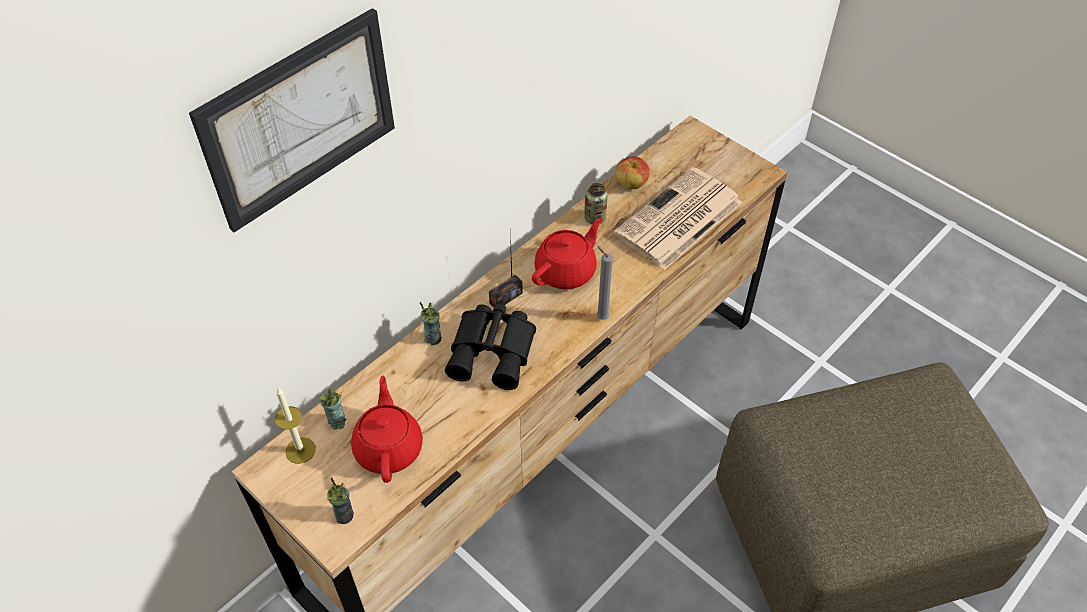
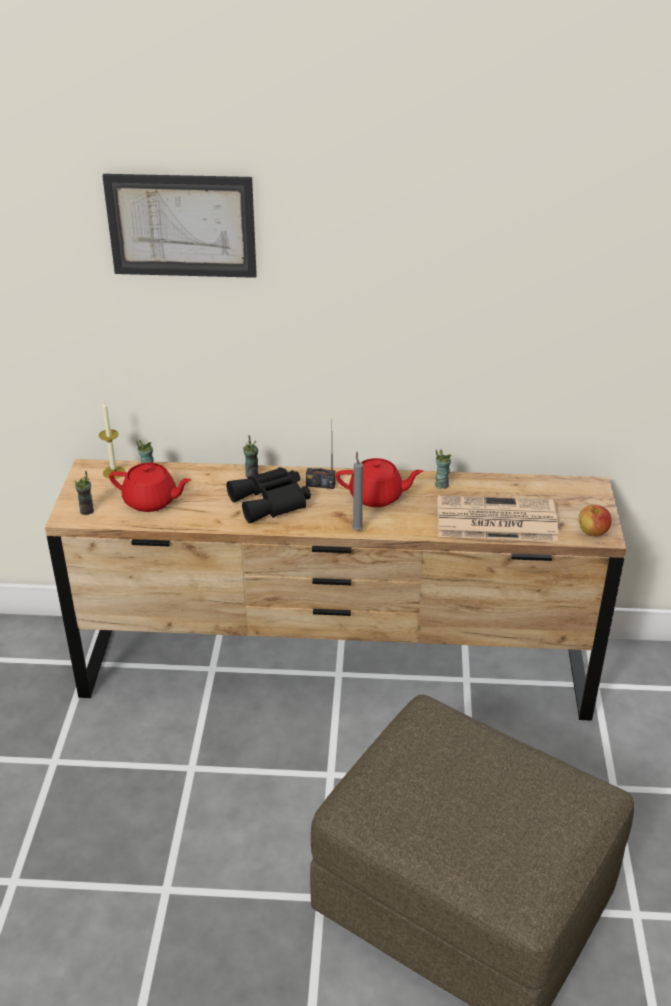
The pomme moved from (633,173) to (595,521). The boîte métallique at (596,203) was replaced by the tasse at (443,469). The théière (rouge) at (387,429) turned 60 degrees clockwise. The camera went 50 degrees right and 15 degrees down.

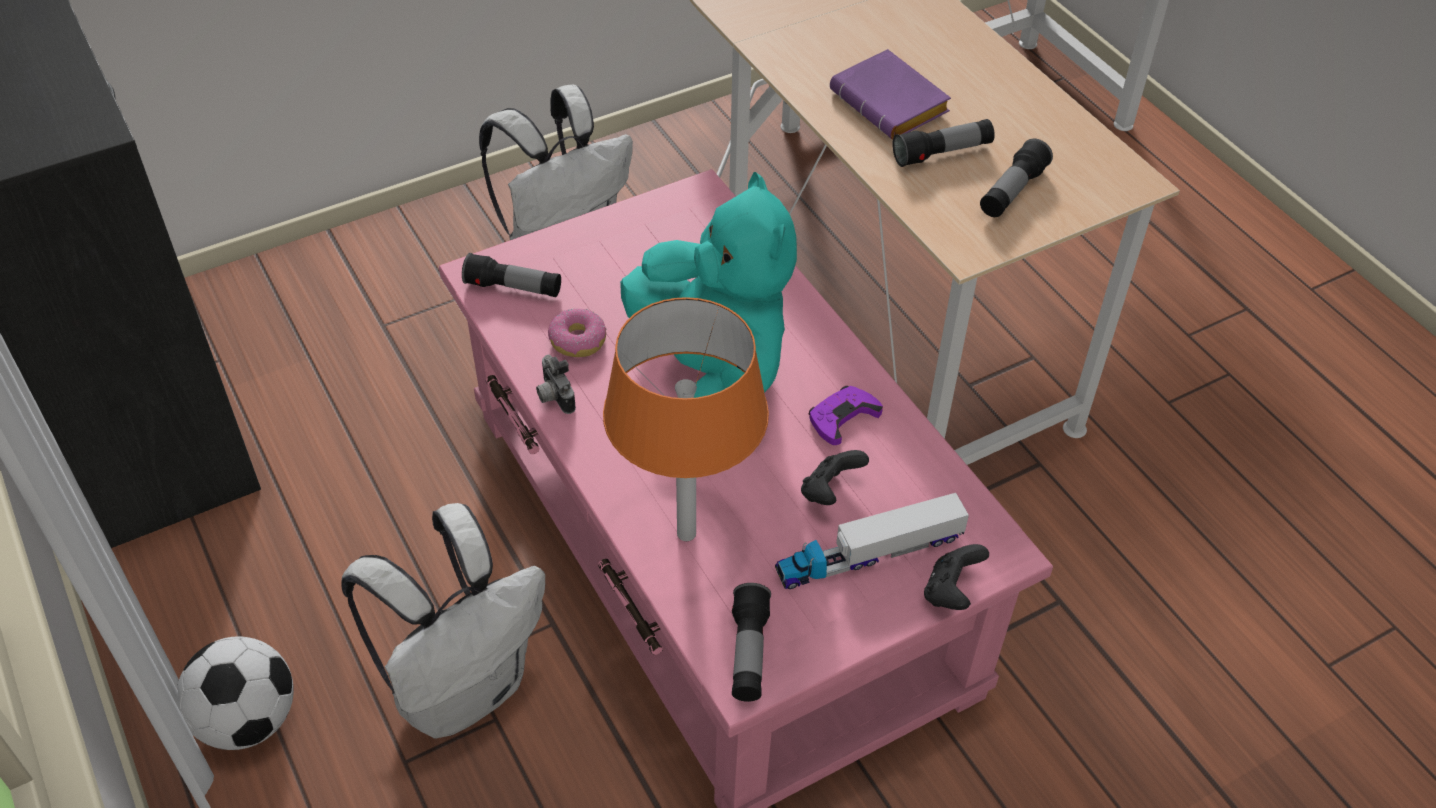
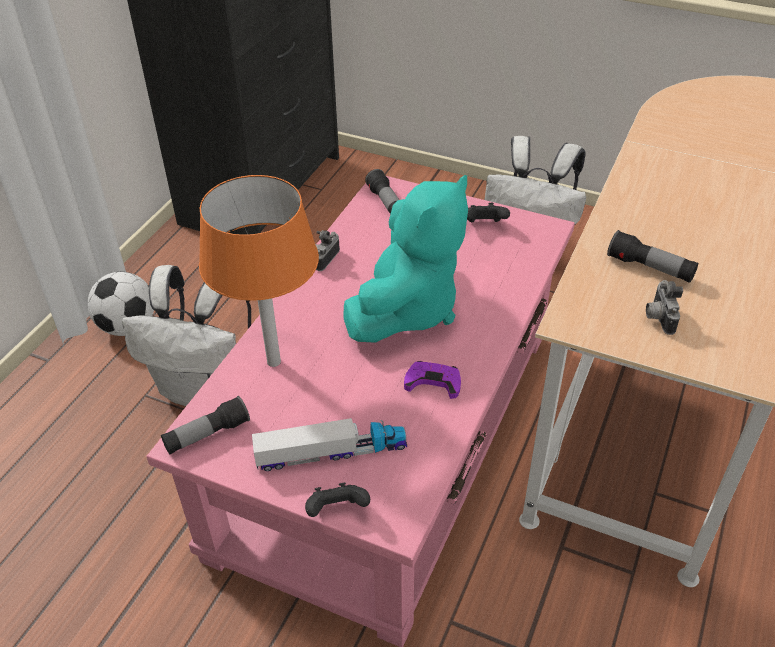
The livre (violet) at (890,94) disappeared. The lampe de poche at (1016,177) was replaced by the appareil photo at (664,307). The beignet at (577,332) disappeared. The manette (noir) moved from (835,477) to (488,212). The camion jouet at (872,541) turned 135 degrees clockwise. The camera went 55 degrees right and 5 degrees down.

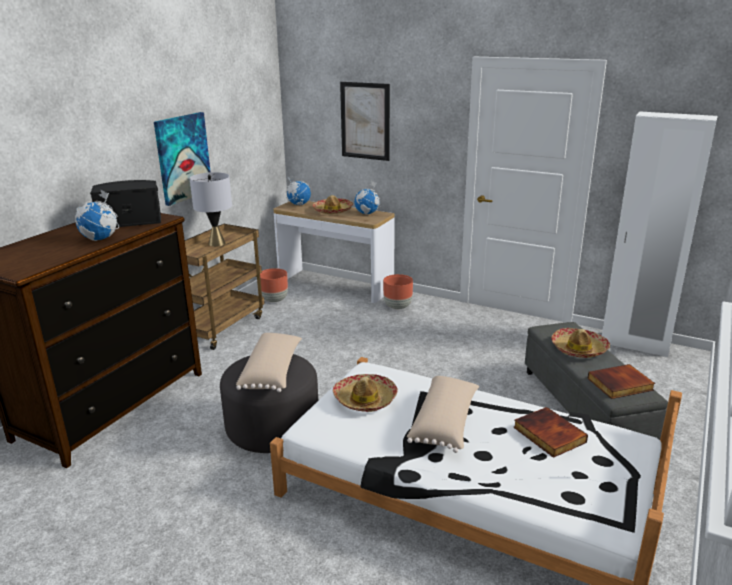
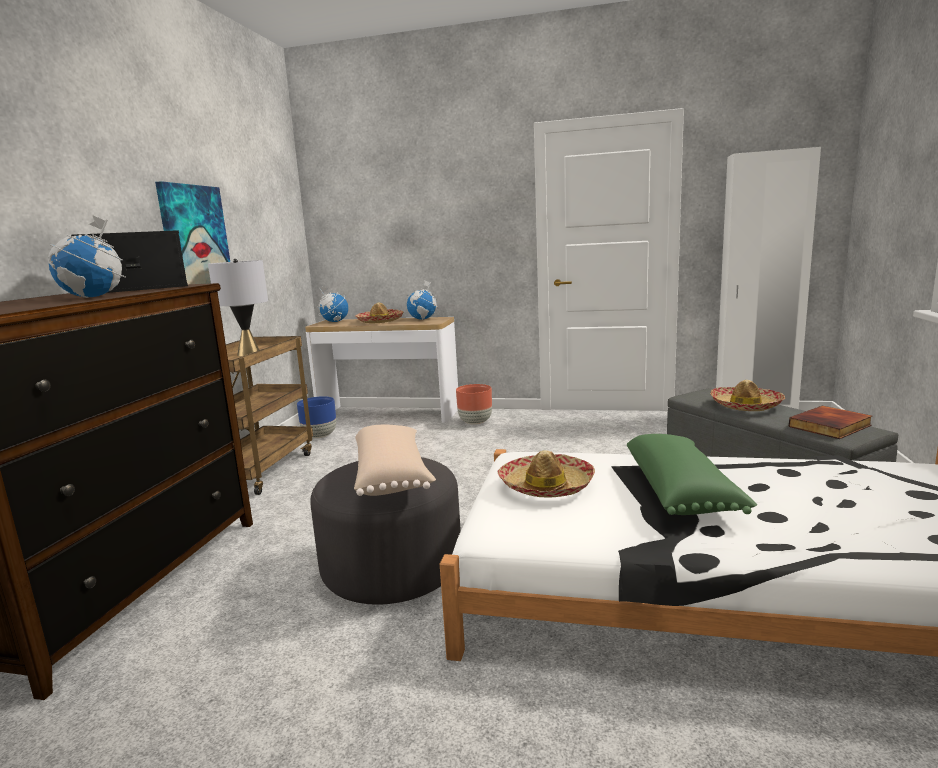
The tableau at (365,121) disappeared. The cache-pot (marron) at (274,285) became the cache-pot (bleu) at (316,417). The coussin (beige) at (443,414) became the coussin (vert) at (692,474). The livre at (550,432) disappeared. The camera went 15 degrees left and 10 degrees down.

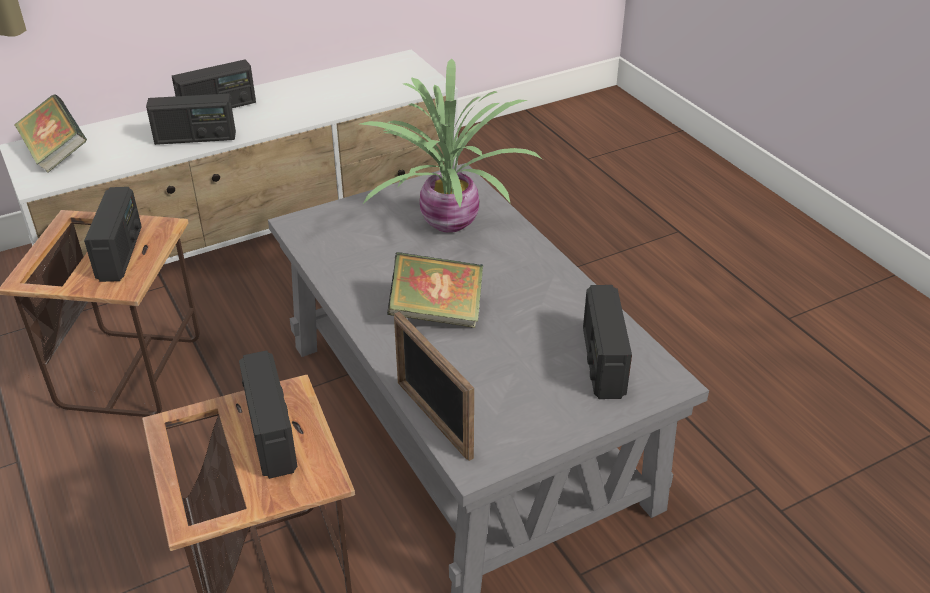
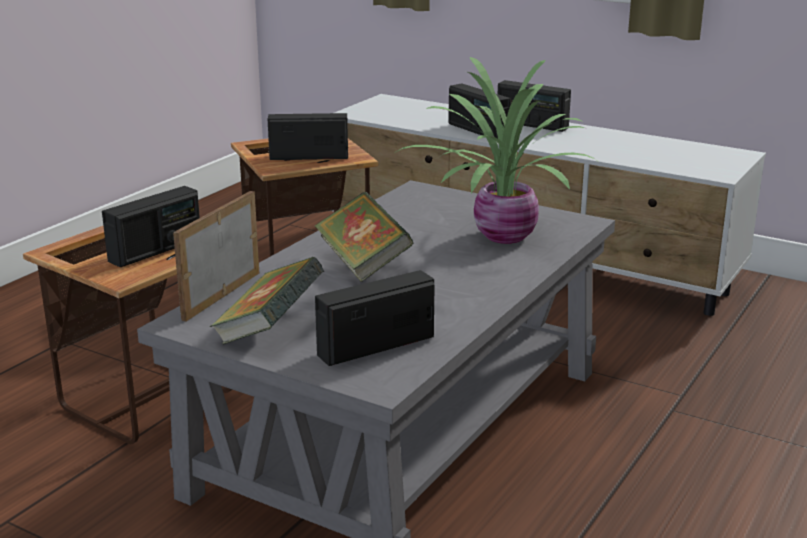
The livre moved from (50,133) to (267,300). The radio at (113,234) turned 150 degrees counterclockwise. The camera went 60 degrees right and 15 degrees down.

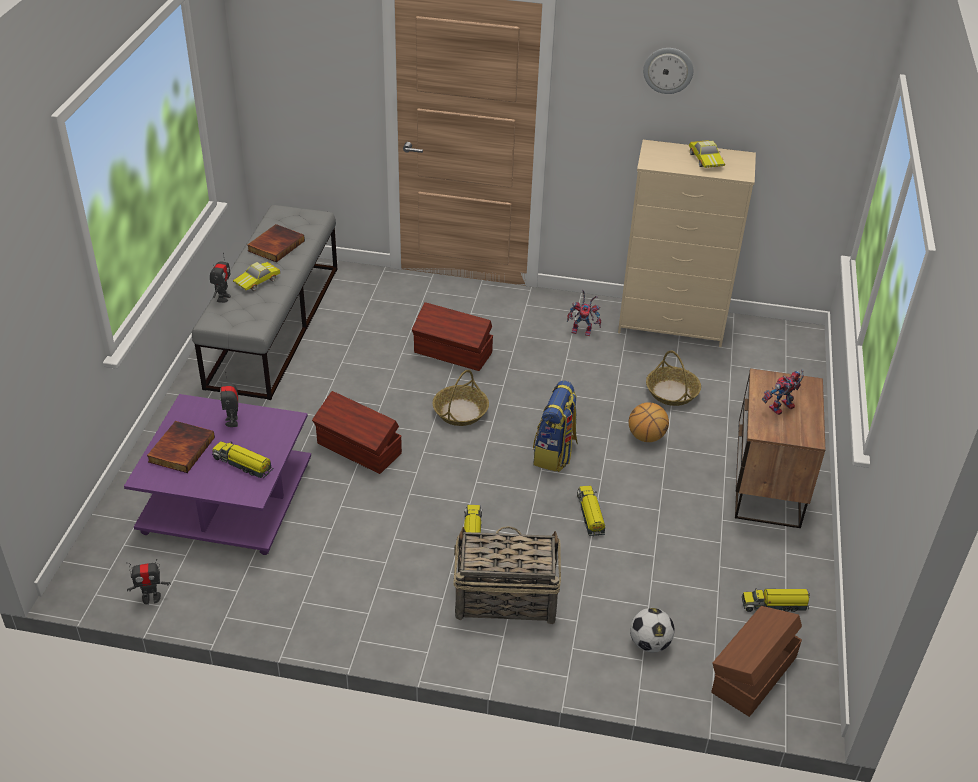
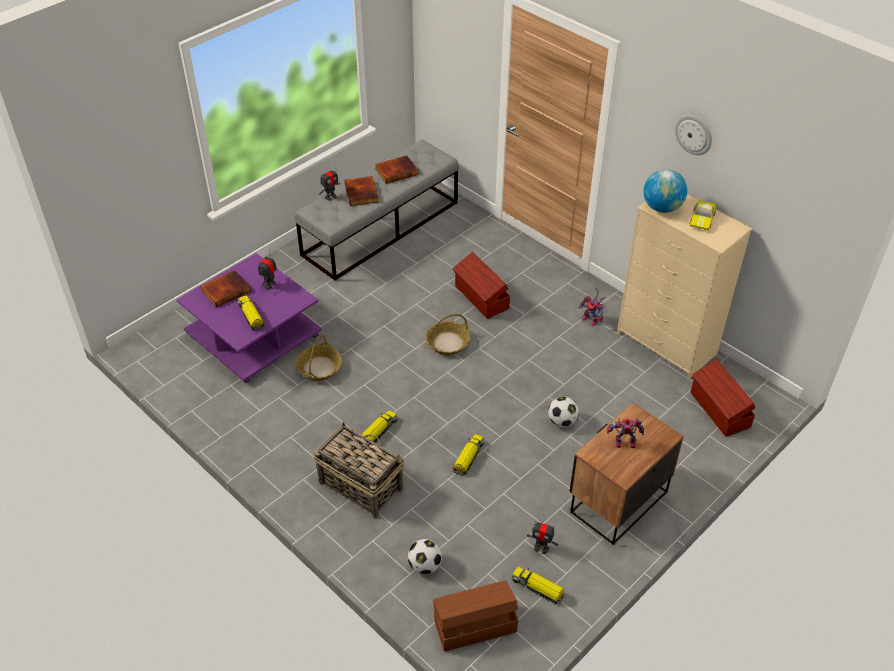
The petite voiture at (256,276) was replaced by the livre at (361,191). The panier moved from (673,378) to (319,358). The sac à dos at (555,426) disappeared. The boîte de rangement (marron) moved from (357,432) to (722,398). The ballon de basket at (649,422) was replaced by the ballon de foot at (563,411). The robot jouet moved from (149,582) to (542,536). The globe at (665,191) appeared. The camera went 35 degrees right and 5 degrees up.

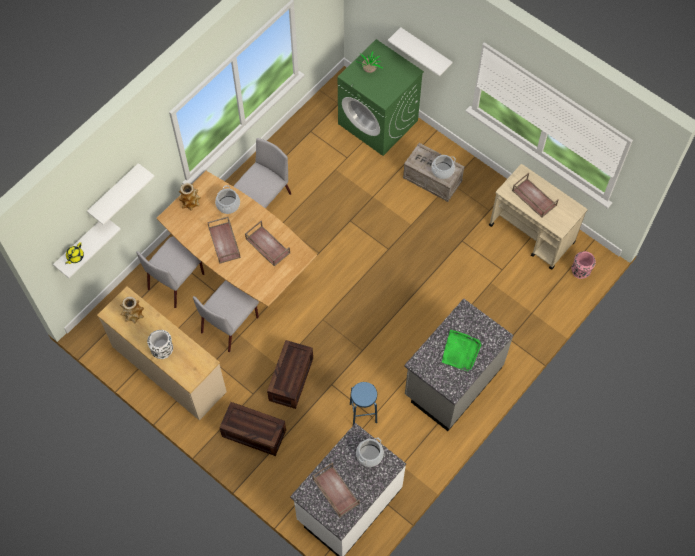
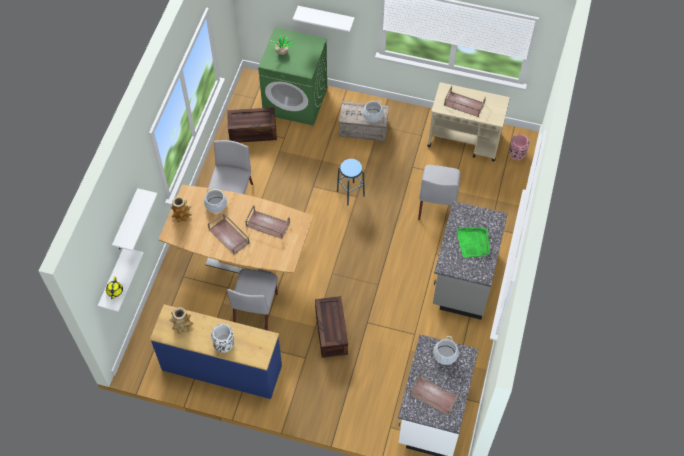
The chaise (gris) moved from (170,272) to (439,192). The commode (beige) at (162,353) became the commode (bleu) at (216,351). The tabouret (bleu) moved from (363,403) to (351,182). The caisse moved from (252,429) to (252,125). The camera went 25 degrees left and 5 degrees down.

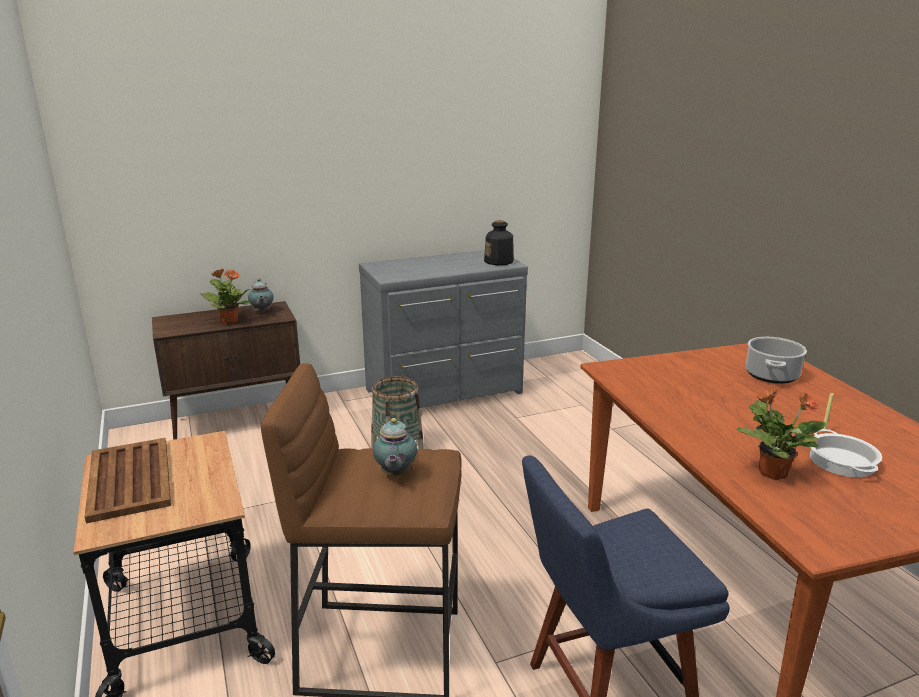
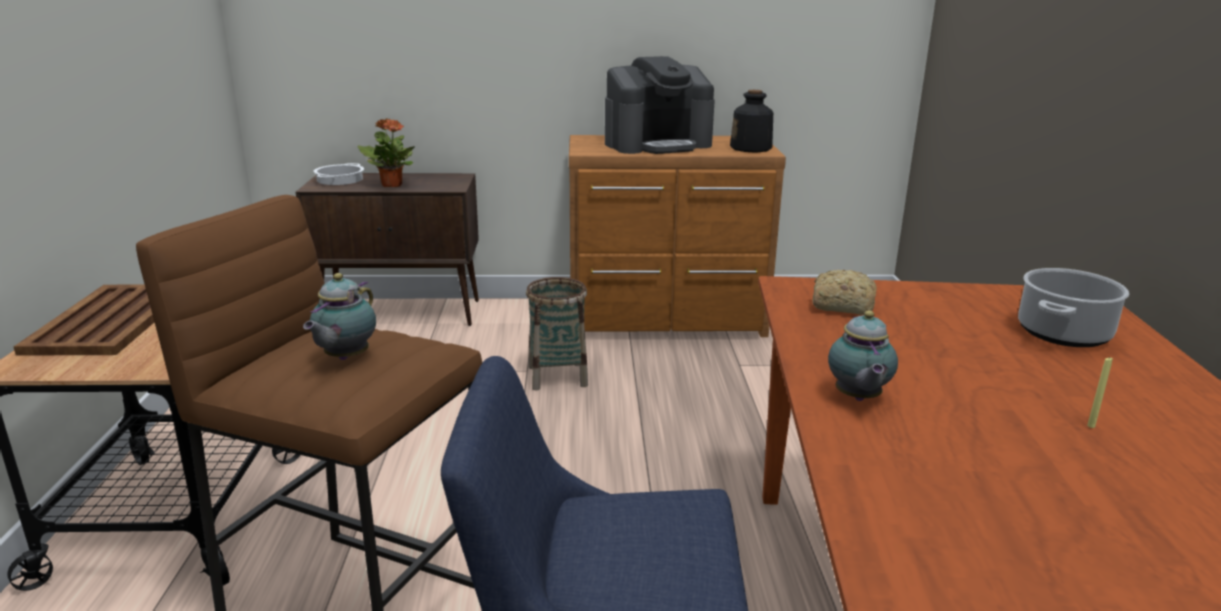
The commode (gris) at (443,329) became the commode (marron) at (677,236). The théière moved from (261,295) to (863,356). The plante en pot at (781,433) disappeared. The marmite moved from (846,453) to (338,174). The machine à café at (660,105) appeared. The pain at (845,292) appeared. The camera went 20 degrees right and 0 degrees up.

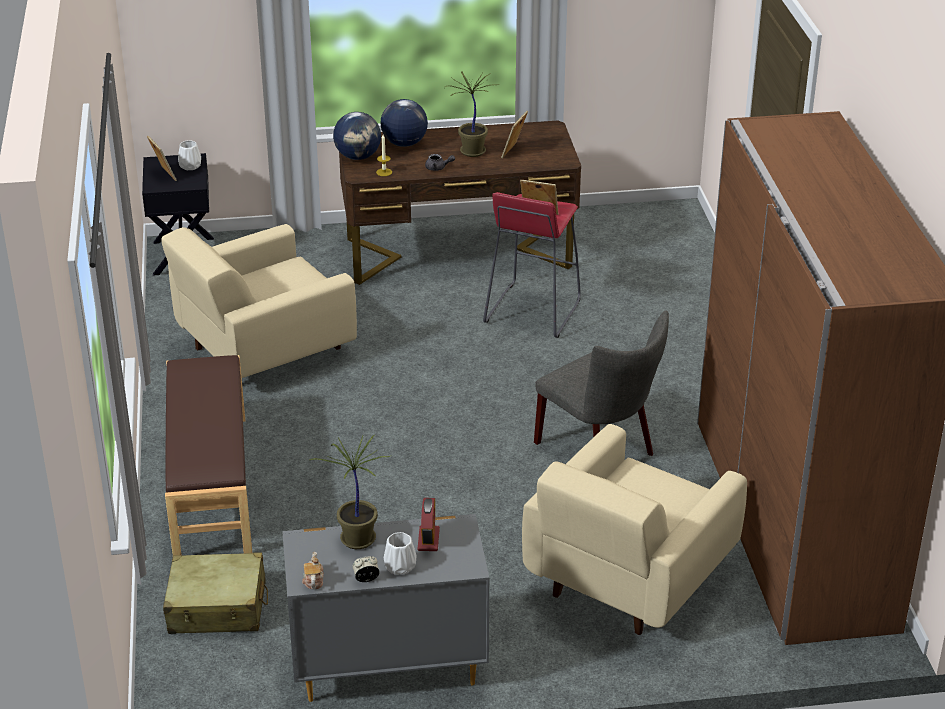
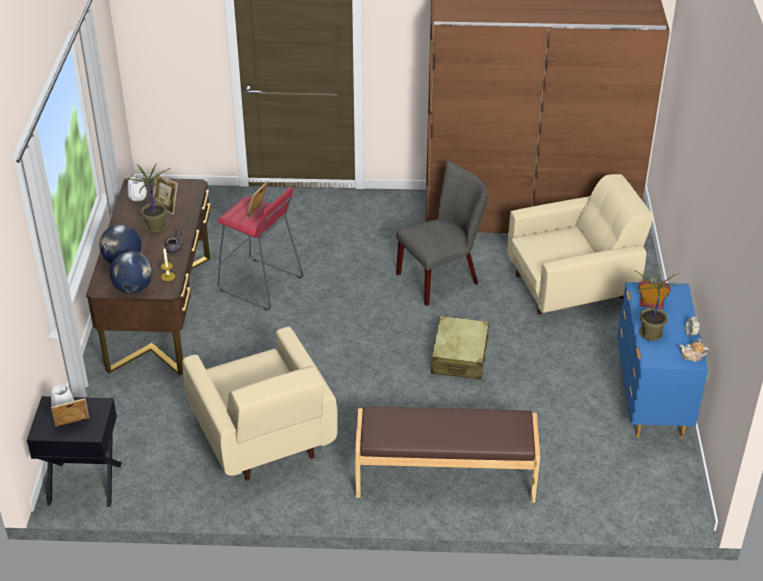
The fauteuil (beige) at (634,529) turned 60 degrees counterclockwise. The commode (gris) at (385,608) became the commode (bleu) at (662,360). The vase (blanc) moved from (400,553) to (137,189). The valise (beige) moved from (215,593) to (460,348). The camera went 80 degrees left and 5 degrees up.

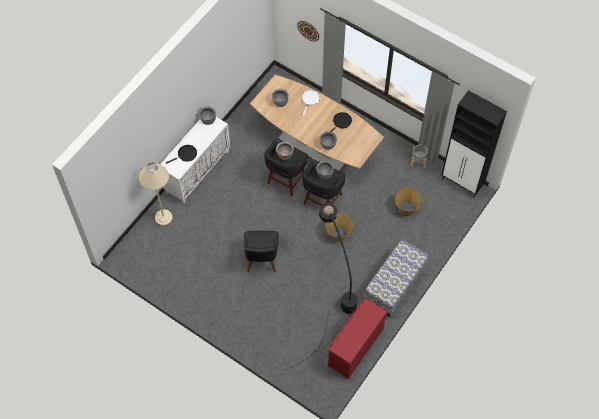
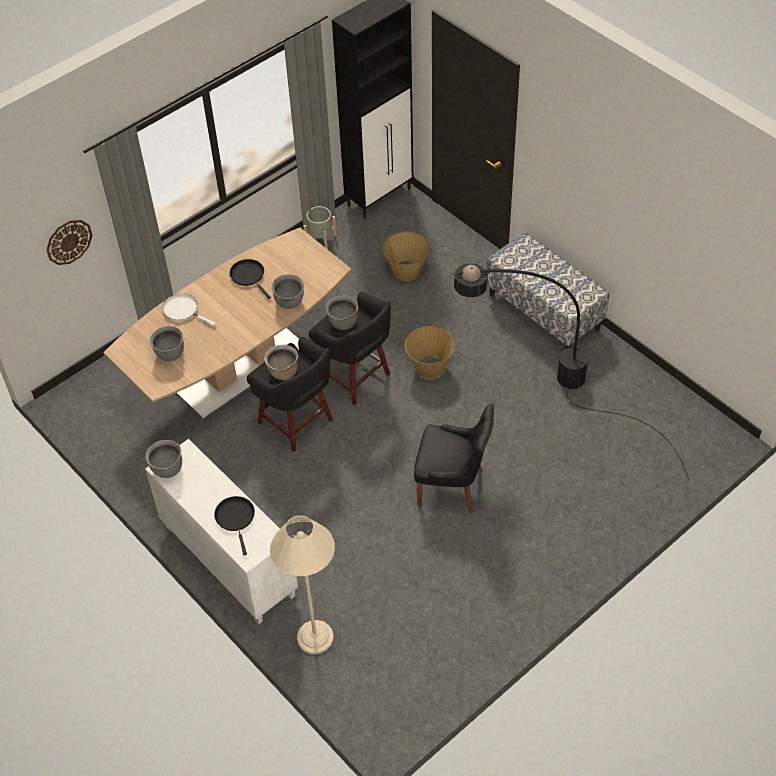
The commode (rouge) at (357,339) disappeared. The camera went 75 degrees left and 10 degrees down.

